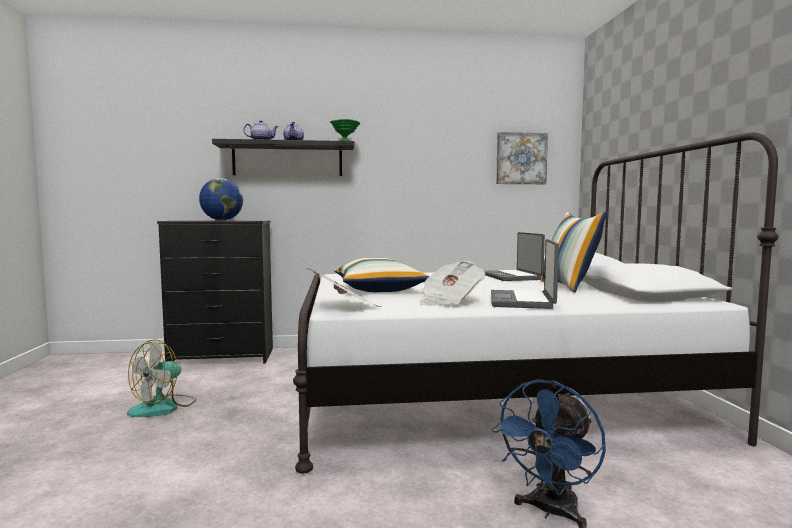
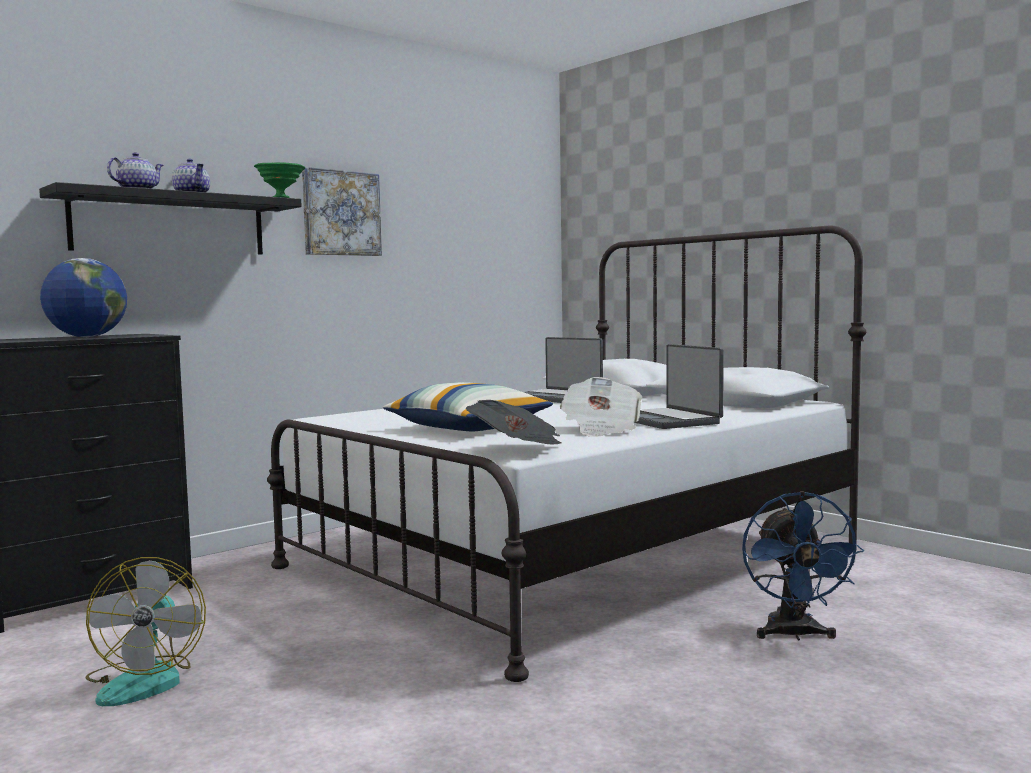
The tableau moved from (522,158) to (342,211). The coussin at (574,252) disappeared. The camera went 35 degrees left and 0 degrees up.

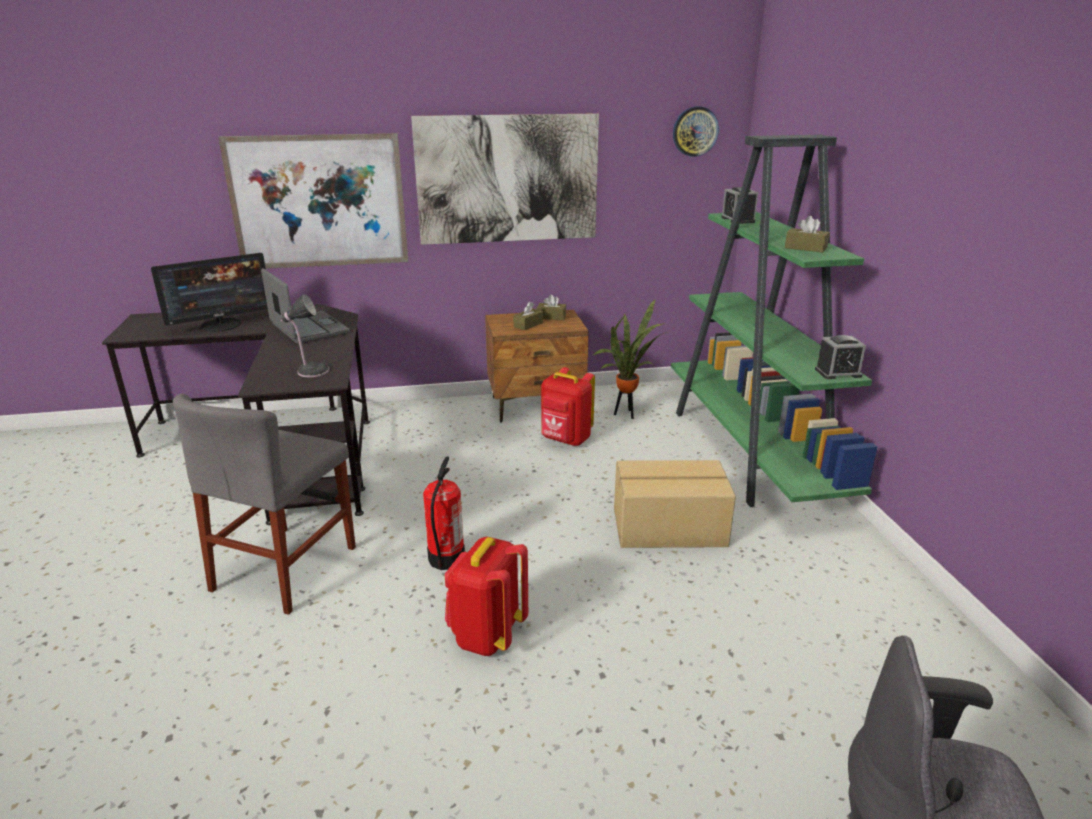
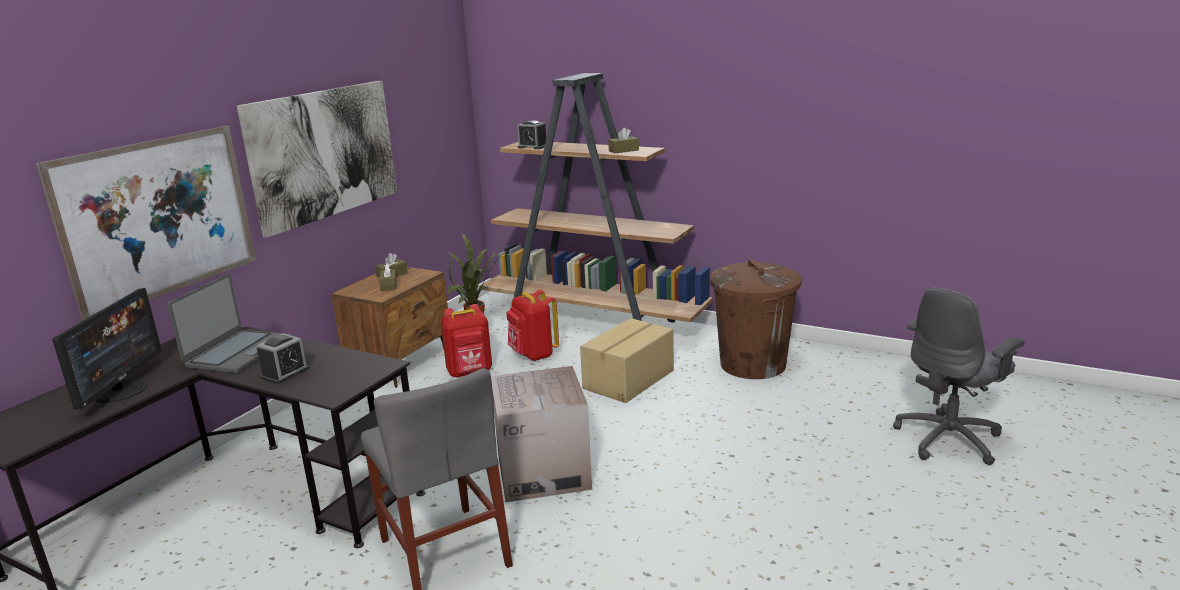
The horloge murale at (696,131) disappeared. The bibliothèque (vert) at (774,321) became the bibliothèque (marron) at (596,198). The ordinateur portable at (305,306) turned 105 degrees clockwise. The lampe de table at (305,335) disappeared. The réveil moved from (840,357) to (282,358). The extincteur at (444,513) was replaced by the carton at (541,434). The sac à dos (rouge) moved from (486,596) to (532,325). The poubelle (marron) at (756,319) appeared. The camera went 50 degrees left and 5 degrees down.

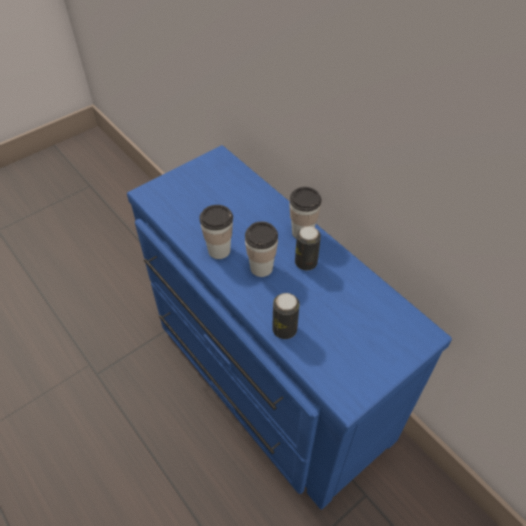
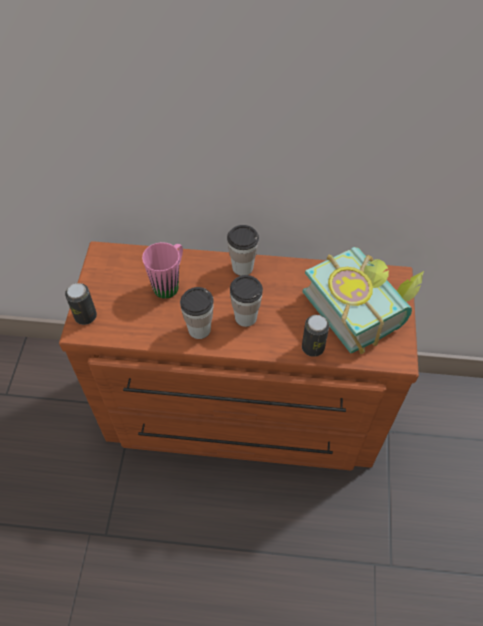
The commode (bleu) at (289,327) became the commode (marron) at (239,355). The boîte métallique moved from (308,248) to (81,304). The mug (rose) at (162,270) appeared. The livre at (363,300) appeared. The camera went 45 degrees left and 5 degrees up.

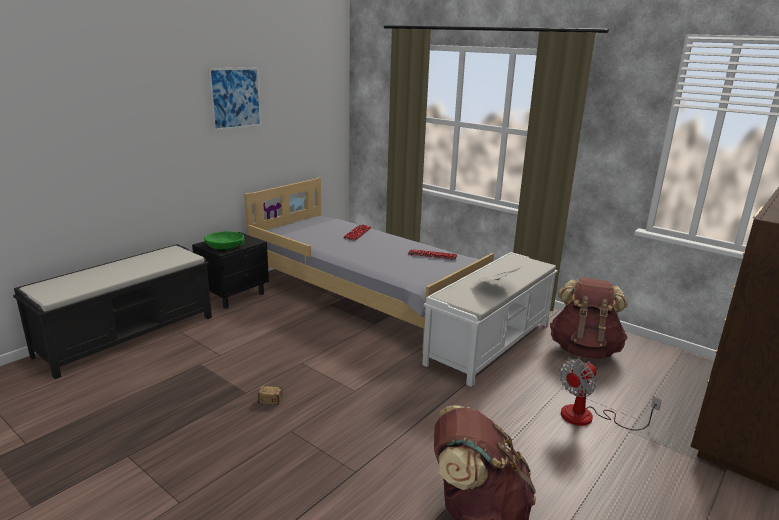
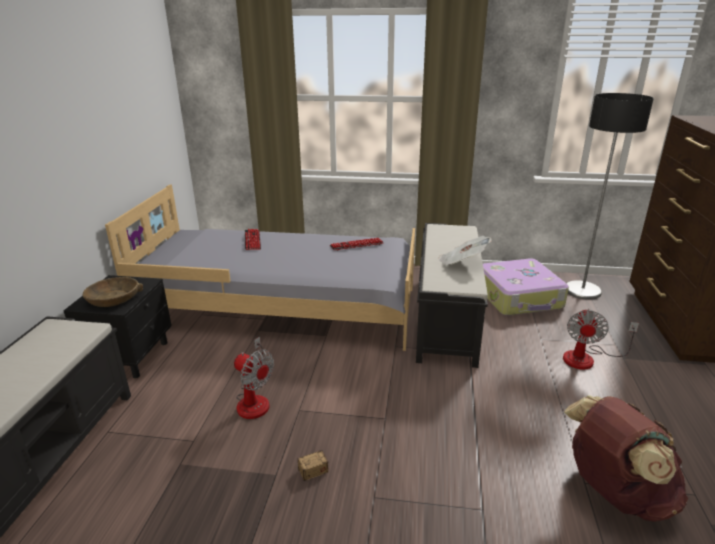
The tableau at (235,99) disappeared. The bol (vert) at (224,240) became the bol (marron) at (113,292). The banc (blanc) at (490,319) became the banc (noir) at (452,295). The sac à dos (marron) at (589,318) was replaced by the valise at (526,287). The lampadaire at (610,196) appeared. The ventilateur at (254,378) appeared. The camera went 30 degrees left and 5 degrees up.

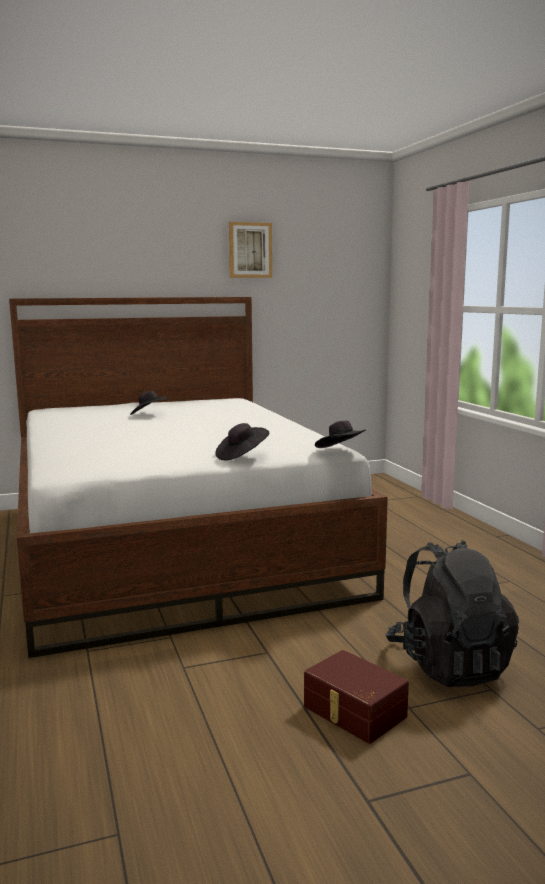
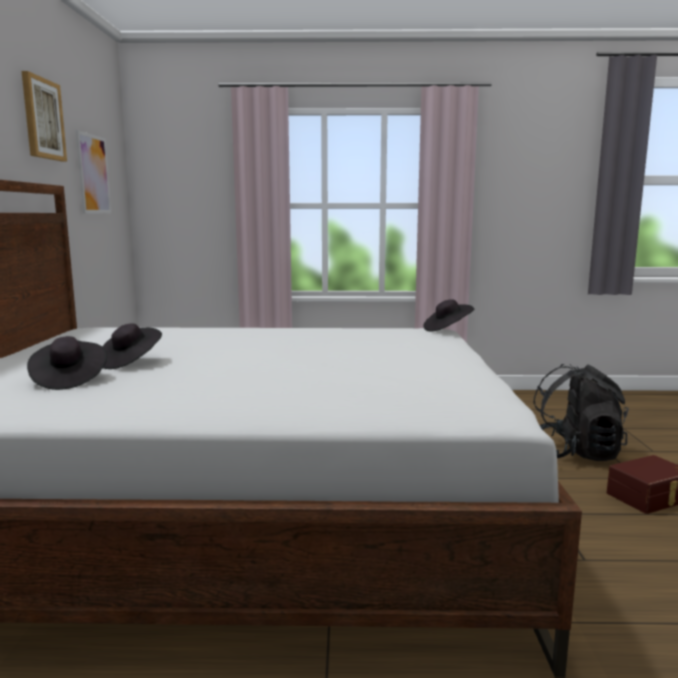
The chapeau (noir) moved from (242,441) to (67,363). The tableau at (93,171) appeared. The camera went 70 degrees left and 0 degrees up.

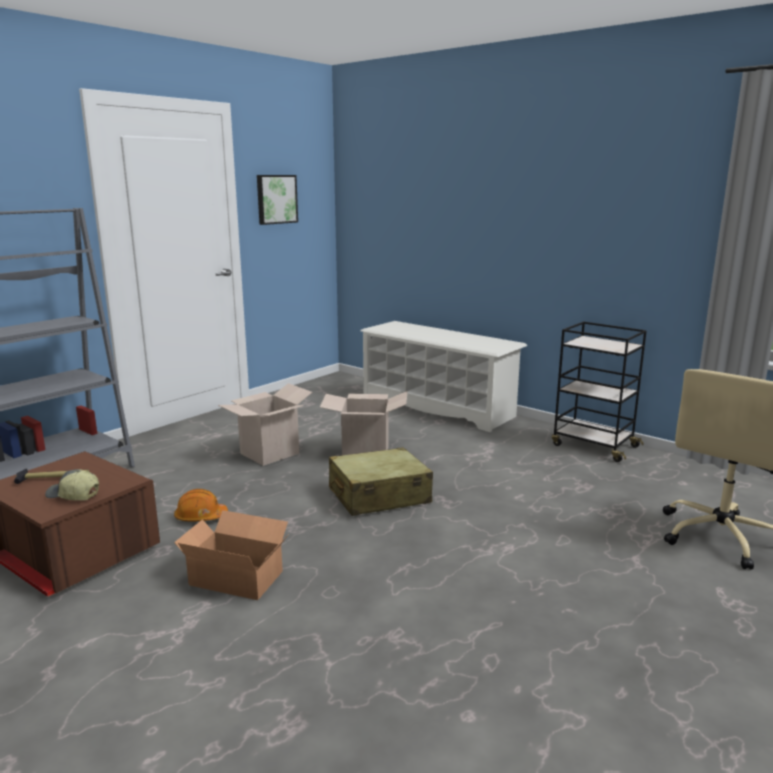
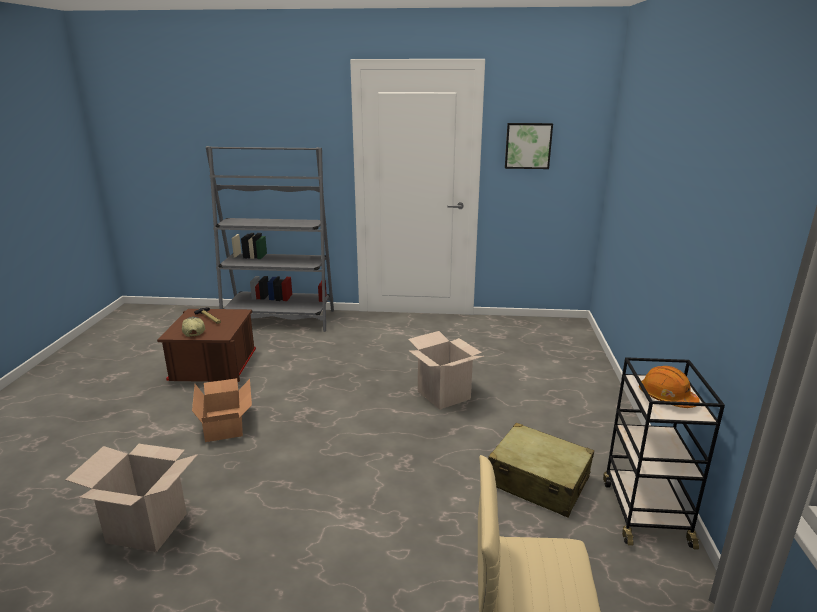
The étagère à chaussures (blanc) at (443,376) disappeared. The carton moved from (265,424) to (131,498). The valise (beige) moved from (381,481) to (541,470). The casque de chantier (orange) moved from (201,505) to (669,387). The camera went 55 degrees right and 5 degrees up.

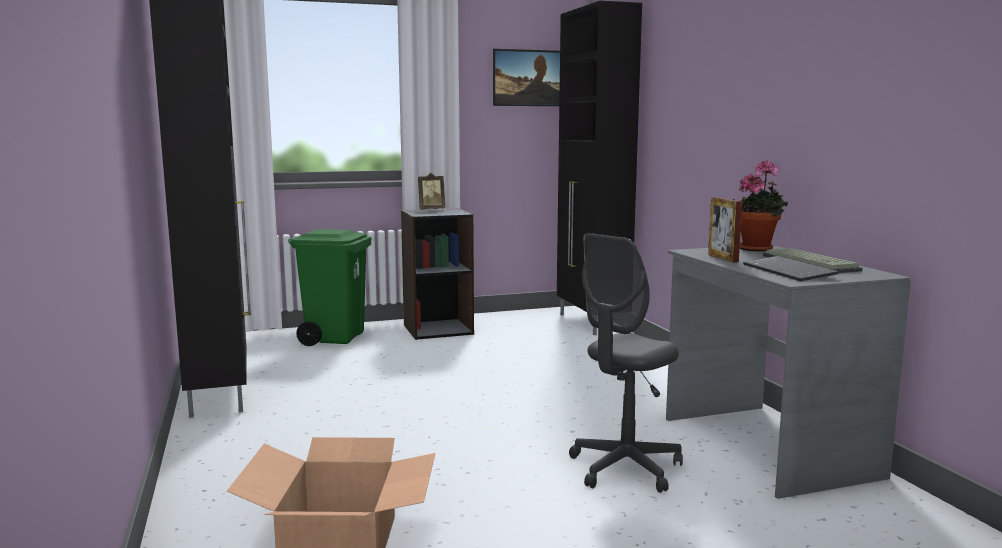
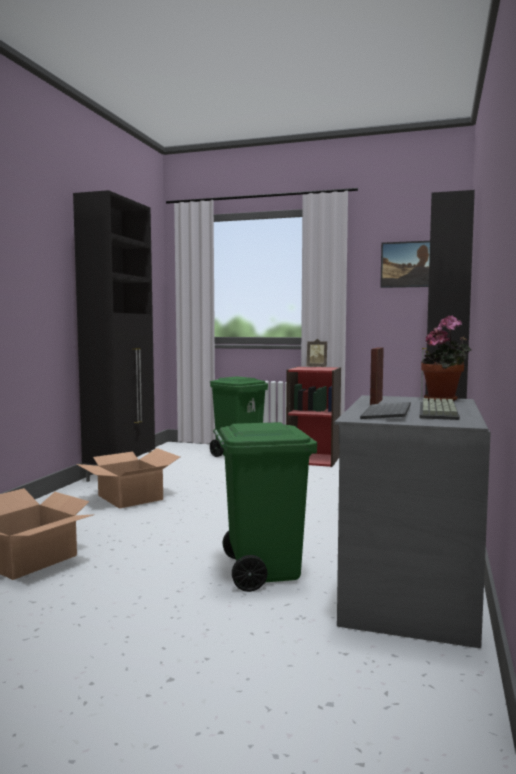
The bibliothèque (noir) at (437,274) became the bibliothèque (rouge) at (313,416). The chaise de bureau (gris) at (626,363) was replaced by the poubelle (vert) at (265,507). The carton at (128,478) appeared. The camera went 35 degrees right and 5 degrees down.

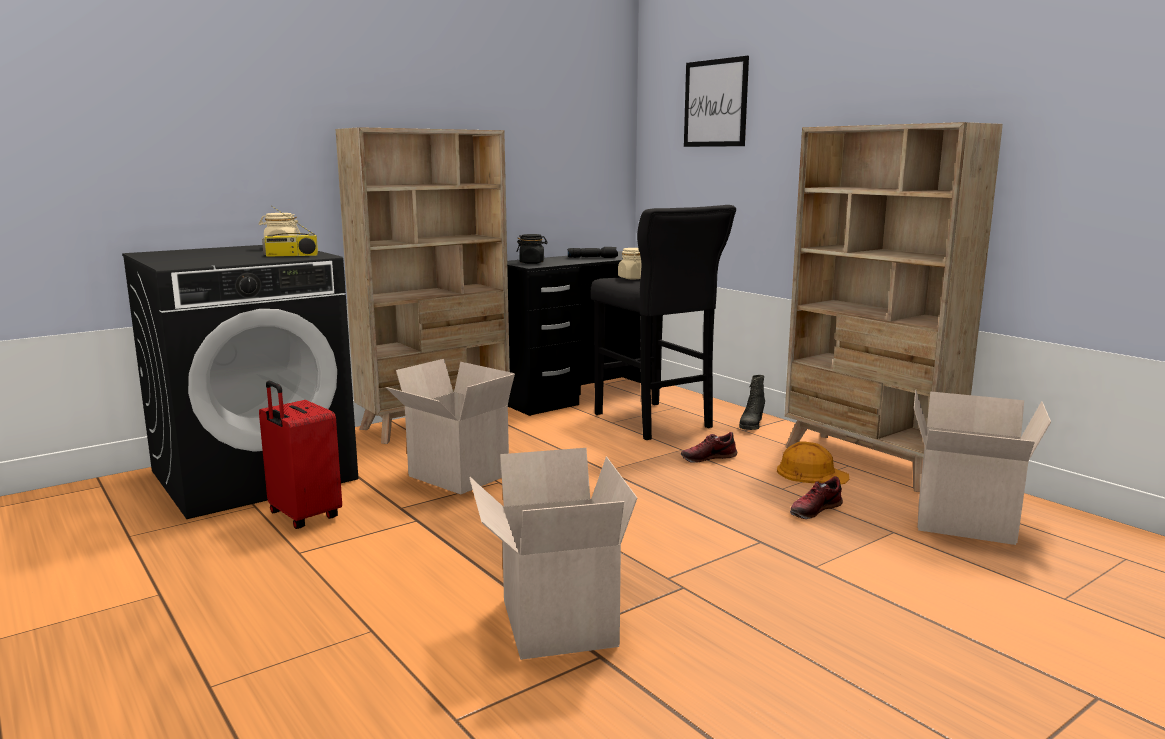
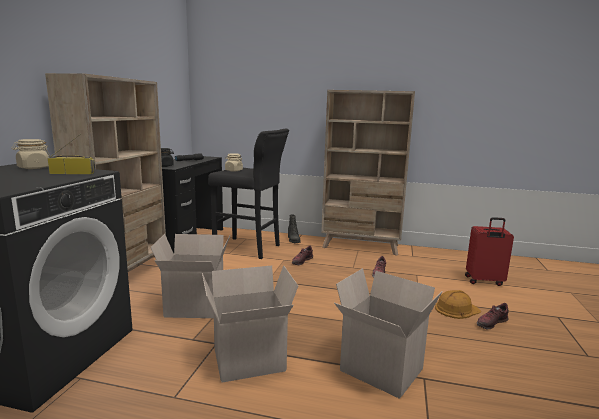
The tableau at (716,101) disappeared. The radio at (290,231) turned 135 degrees counterclockwise. The valise (rouge) moved from (300,455) to (489,251). The carton moved from (982,467) to (250,324). The casque de chantier (orange) moved from (813,462) to (458,304). The chaussure at (493,316) appeared. The camera went 40 degrees left and 0 degrees up.

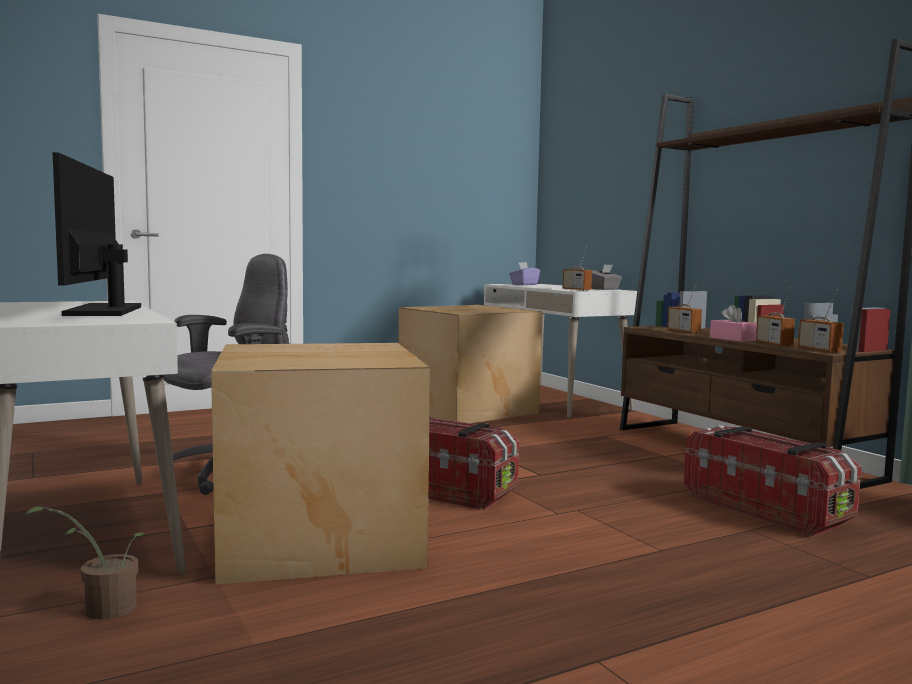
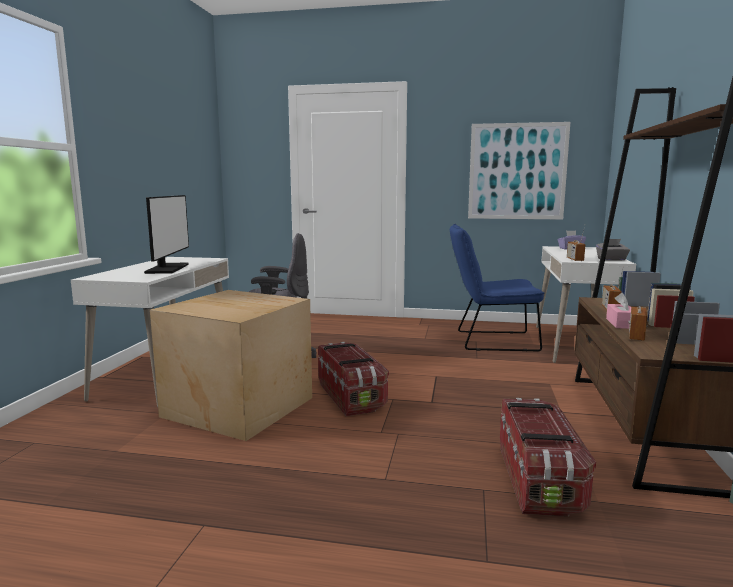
The écran d'ordinateur at (96,234) turned 150 degrees clockwise. The radio at (821,321) disappeared. The carton at (470,364) was replaced by the chaise (bleu) at (497,287). The plante en pot at (85,563) disappeared. The tableau at (519,171) appeared. The camera went 40 degrees right and 5 degrees up.

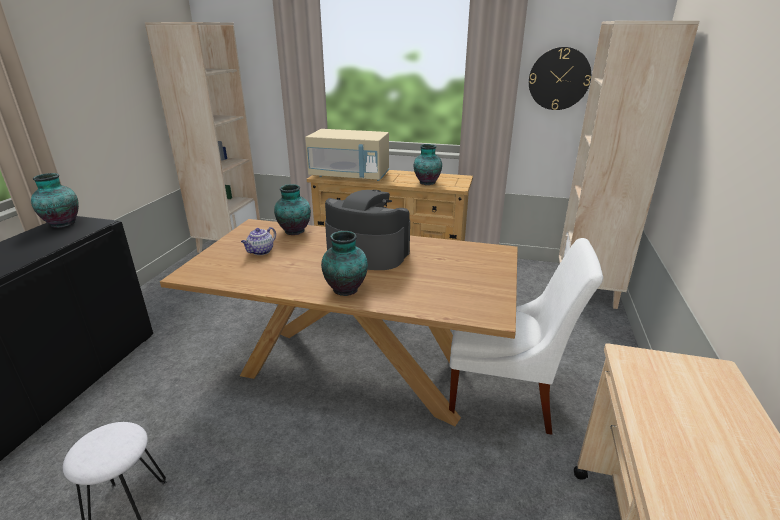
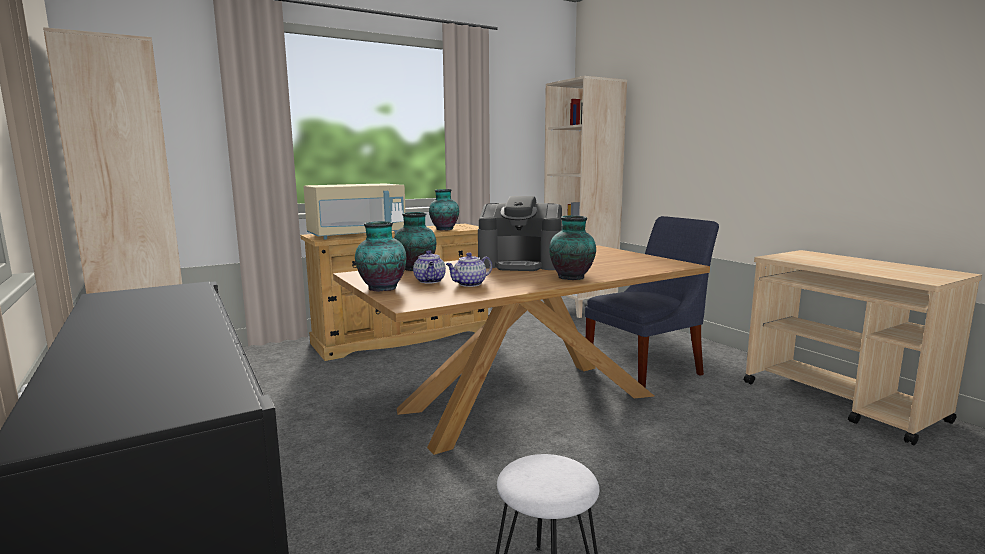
The horloge murale at (560,78) disappeared. The vase moved from (55,200) to (380,256). The machine à café at (367,230) turned 150 degrees counterclockwise. The chaise (blanc) at (526,336) became the chaise (bleu) at (652,302). The théière at (469,270) appeared. The camera went 45 degrees left and 15 degrees down.

